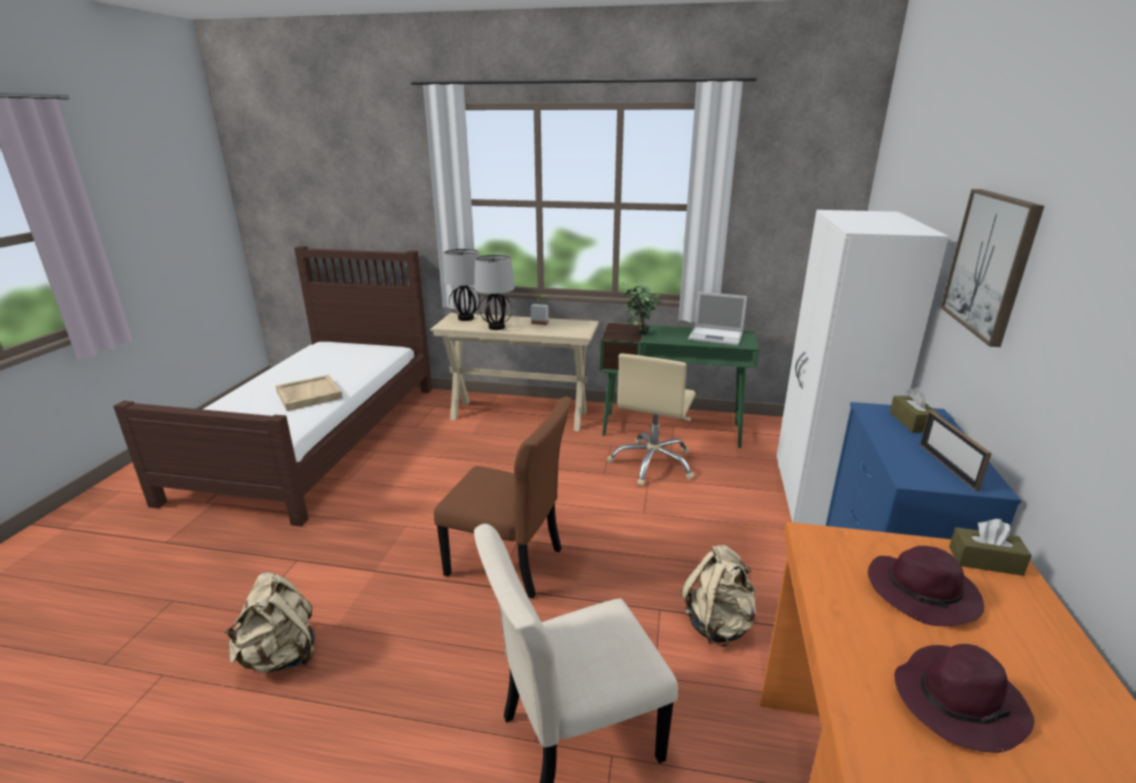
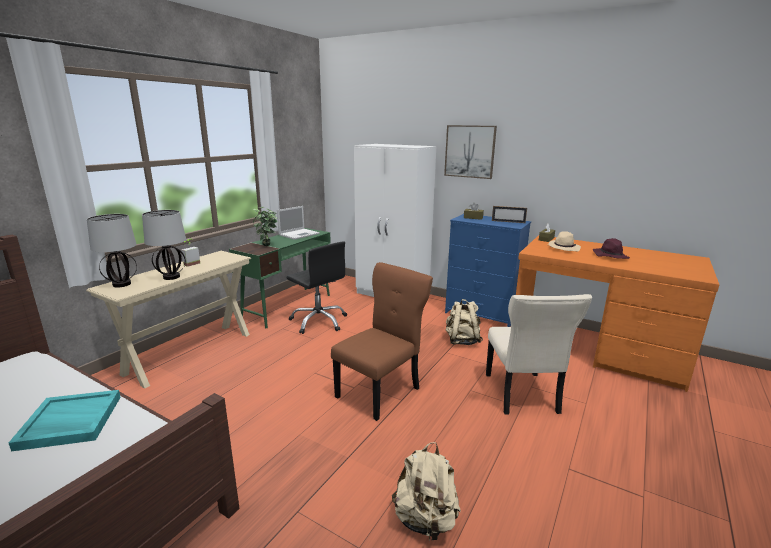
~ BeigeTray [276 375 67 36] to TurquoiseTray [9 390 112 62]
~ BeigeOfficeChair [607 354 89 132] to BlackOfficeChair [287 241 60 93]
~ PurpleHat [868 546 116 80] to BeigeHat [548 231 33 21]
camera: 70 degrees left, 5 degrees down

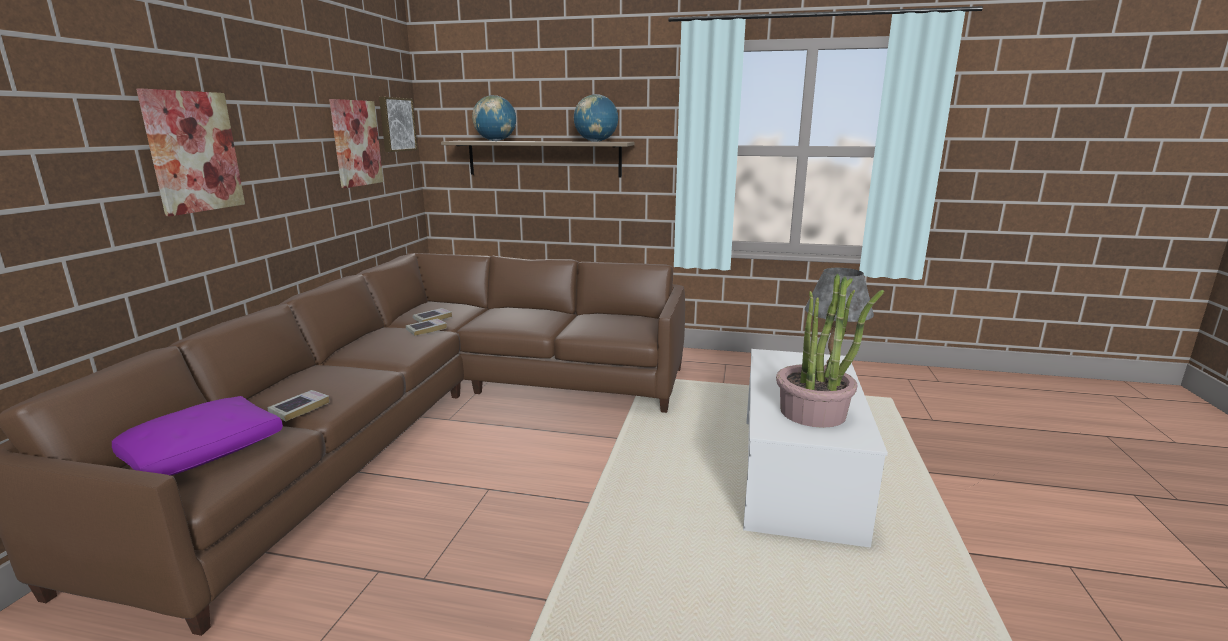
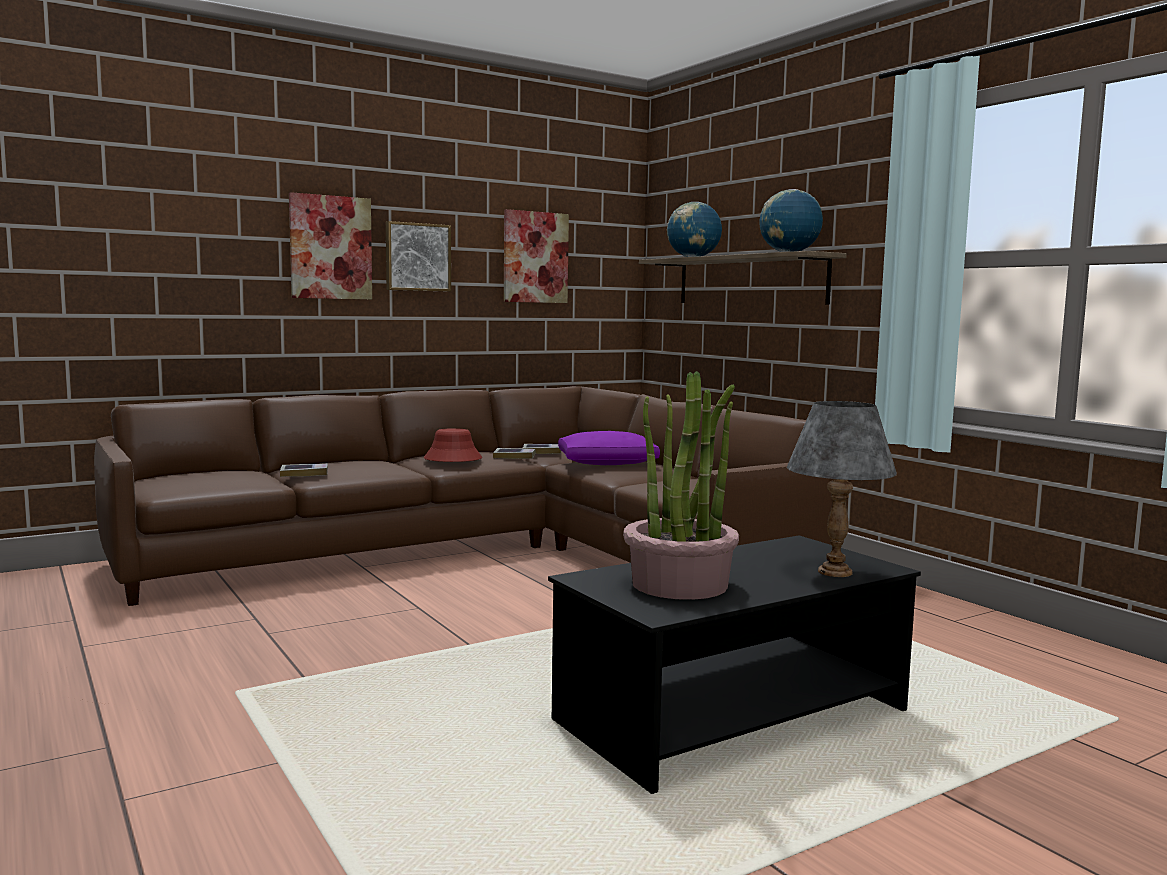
~ Picture [379 97 39 55] to [386 221 65 70]
+ RedHat [424 428 58 34]
~ WhiteCoffeeTable [743 349 145 199] to BlackCoffeeTable [548 535 373 259]
~ PurplePillow [111 396 172 80] to [558 431 102 34]
camera: 45 degrees right, 10 degrees down

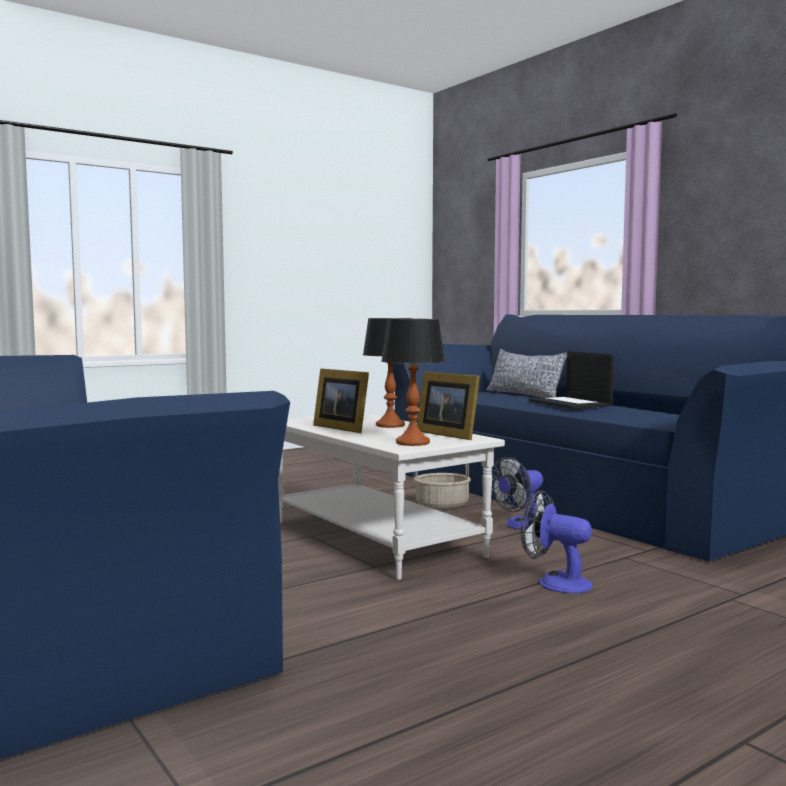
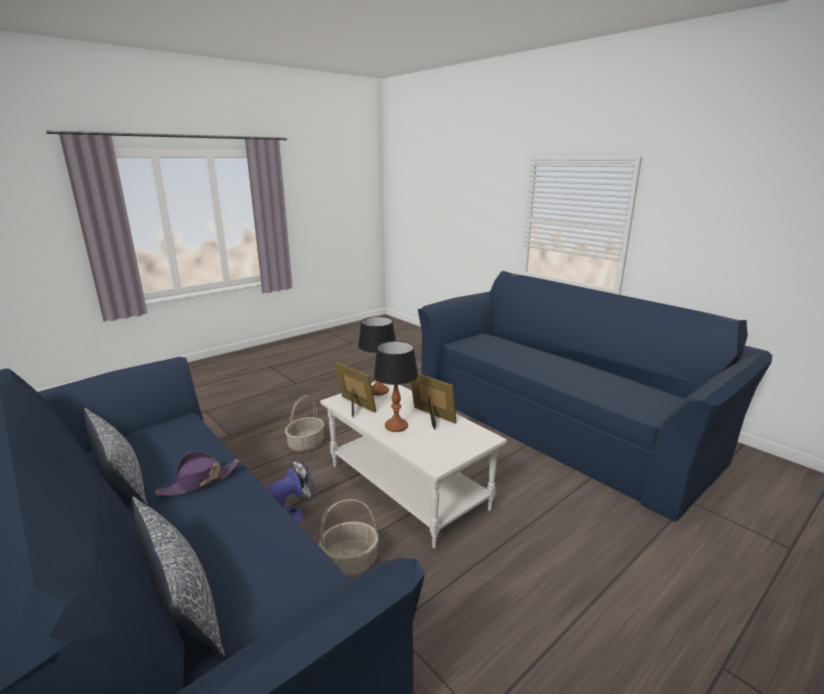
+ Pillow [84 408 63 97]
~ Laptop [529 351 85 58] to PurpleHat [155 451 84 45]
~ Fan [521 490 72 103] to Basket [285 395 39 57]
camera: 175 degrees right, 15 degrees up

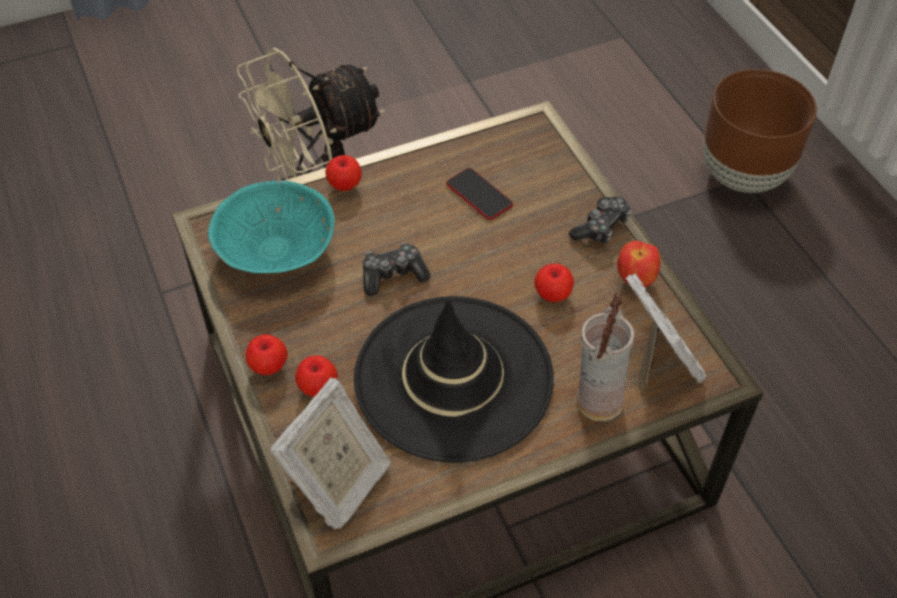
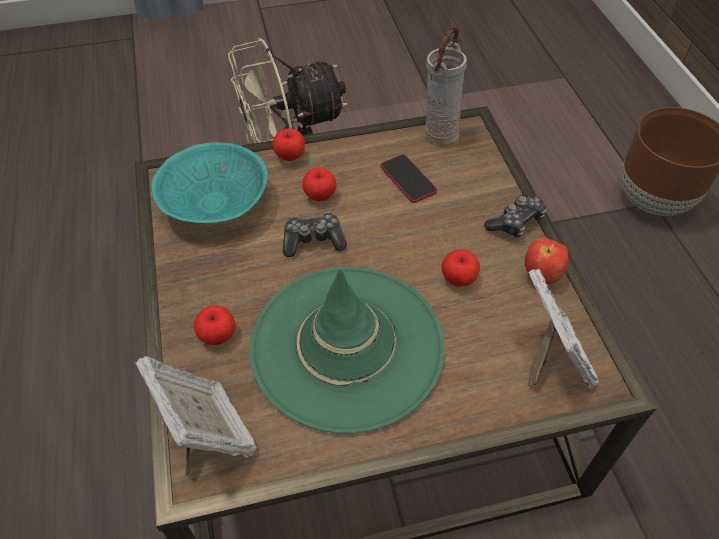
~ PictureFrame [270 377 121 152] = [135 356 122 120] 75 degrees counterclockwise
~ BlackHat [354 296 200 167] to GreenHat [249 266 196 168]
~ Apple [246 334 42 41] to [302 167 35 34]
~ Vase [577 293 57 128] to [425 24 42 120]
camera: 10 degrees right, 0 degrees up

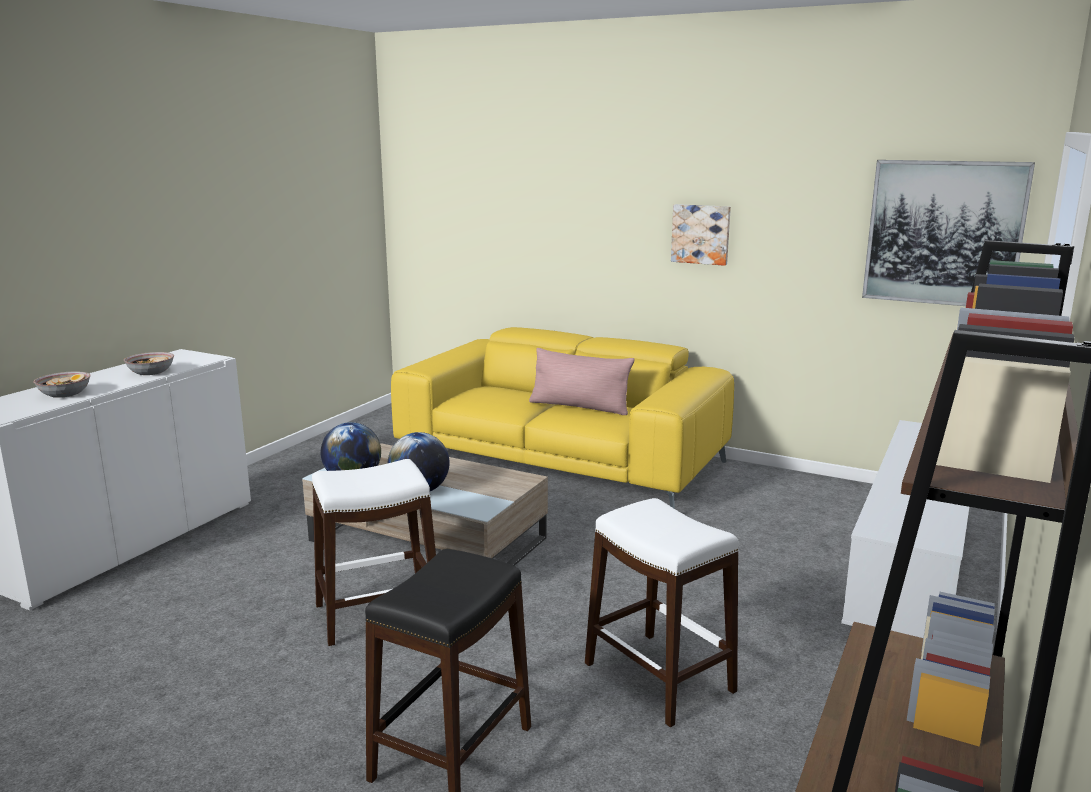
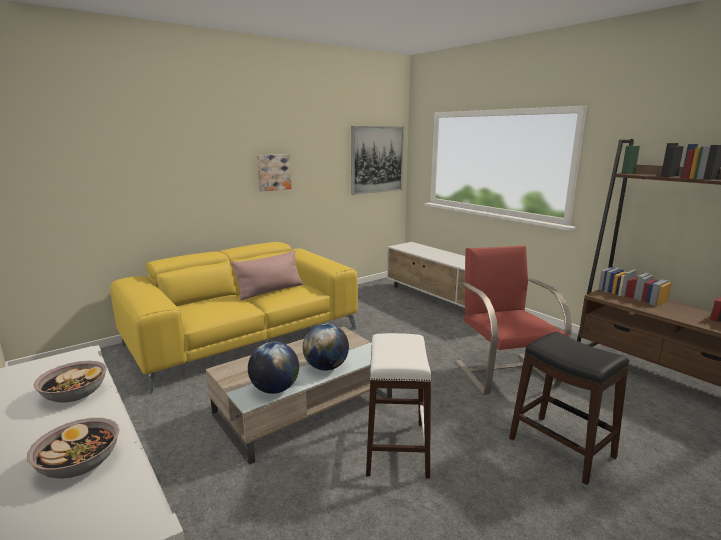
~ WhiteStool [585 498 154 229] to RedArmchair [456 245 116 150]
camera: 65 degrees left, 0 degrees up

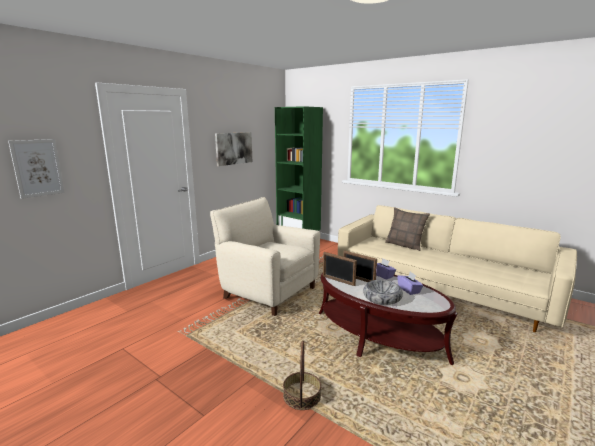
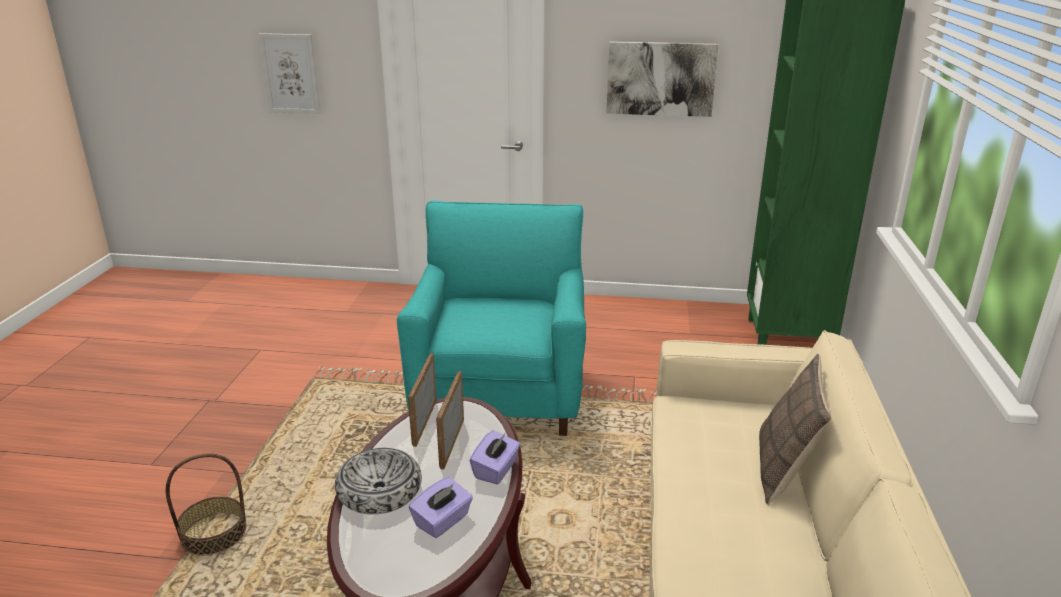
~ BeigeArmchair [210 197 110 119] to TurquoiseArmchair [397 200 189 236]
camera: 60 degrees right, 10 degrees up

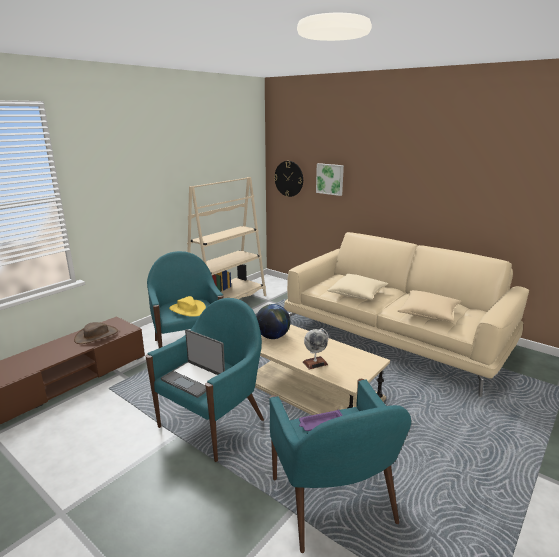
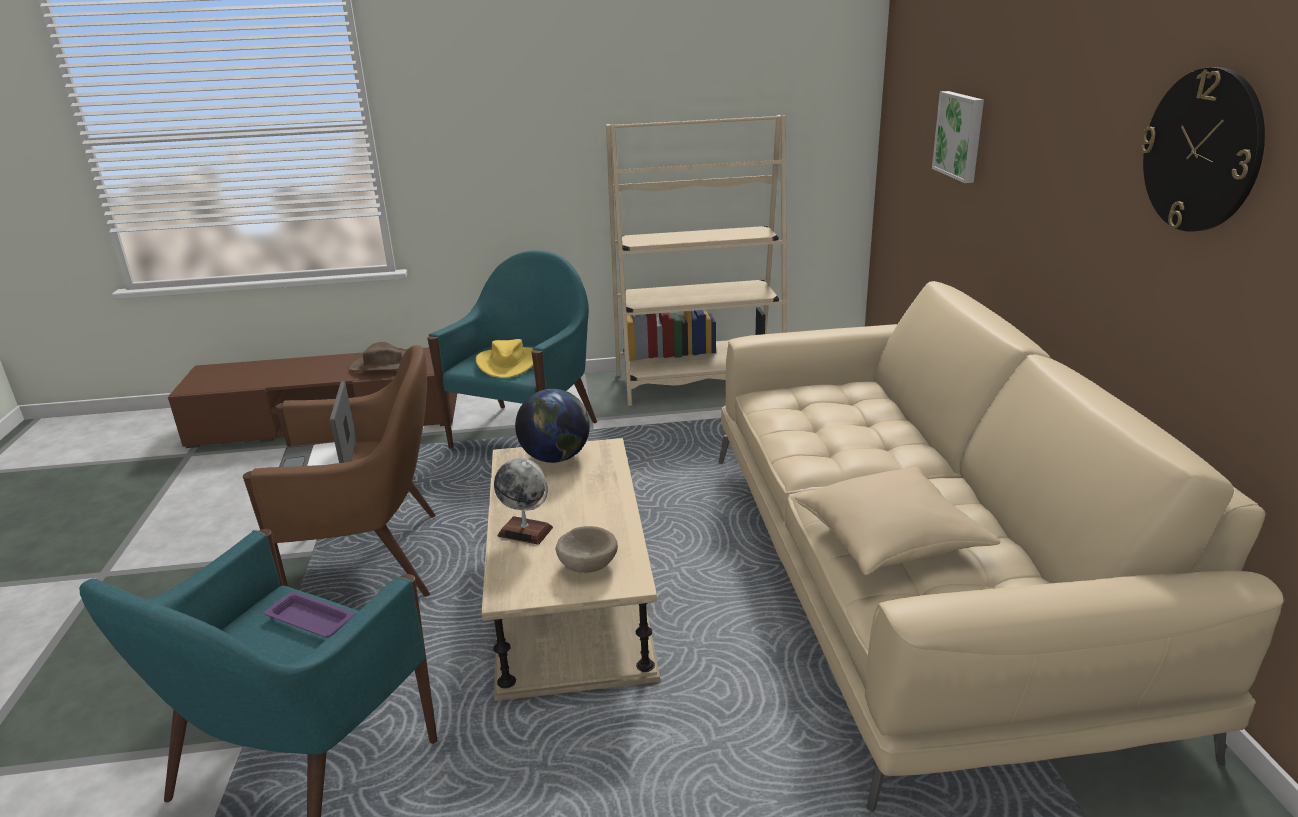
~ TurquoiseArmchair [145 298 119 164] to BrownArmchair [243 345 193 251]
+ BeigeBowl [555 526 63 47]
~ WallClock [274 161 29 36] to [1140 67 125 165]
- BeigePillow [327 274 61 26]
camera: 45 degrees right, 5 degrees up

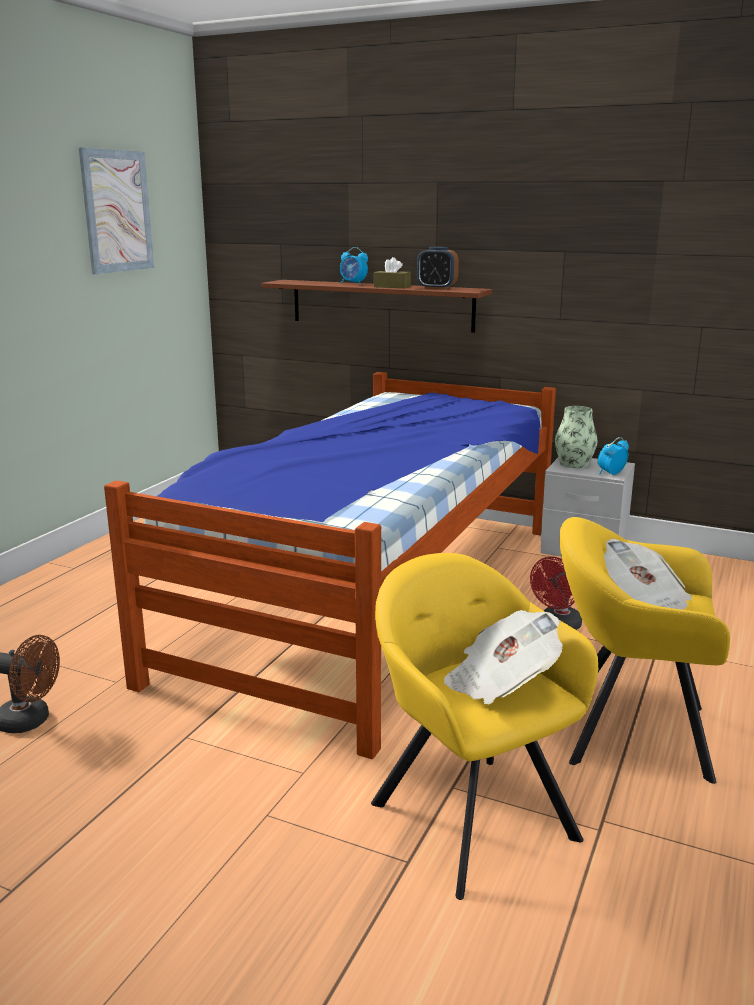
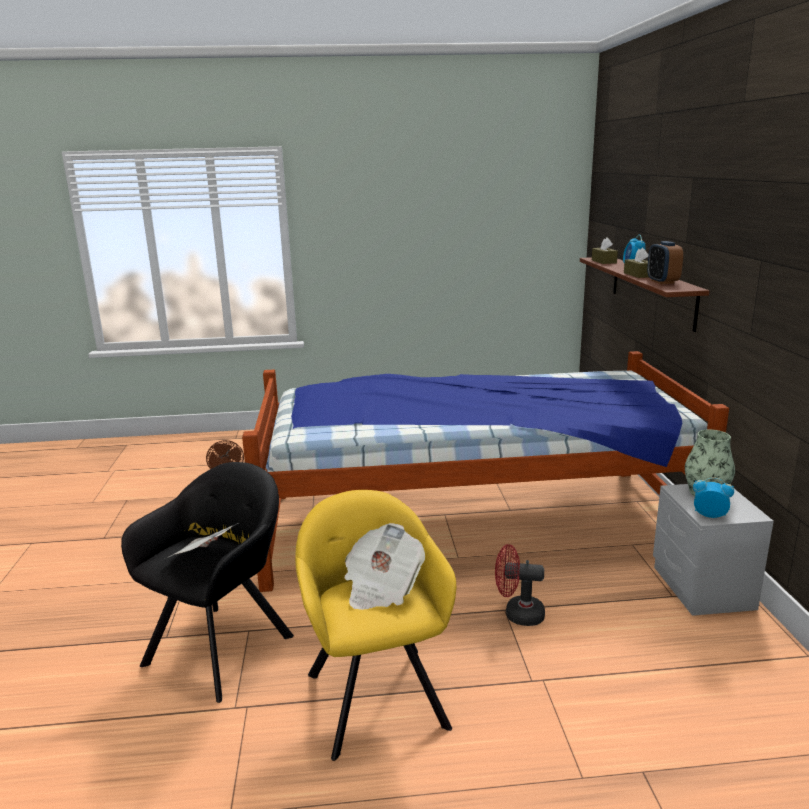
~ YellowArmchair [371 553 227 347] to BlackArmchair [121 462 173 241]
+ BrownTissueBox [592 238 26 26]
- Picture [79 148 75 126]
camera: 60 degrees right, 0 degrees up

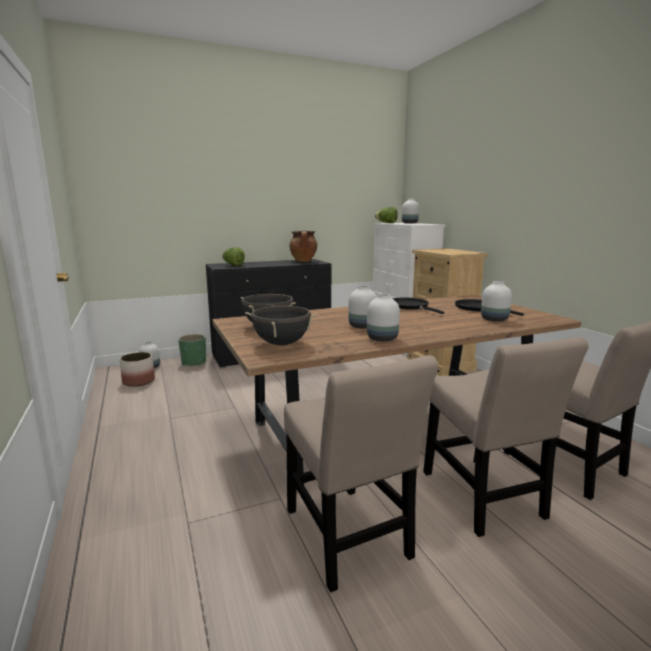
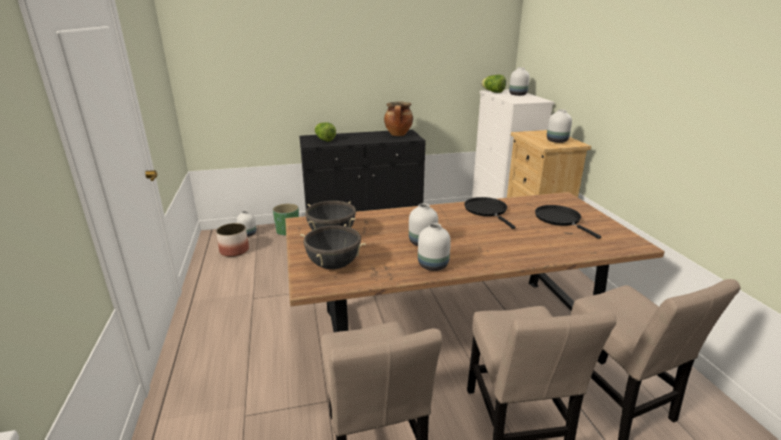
~ WhiteVase [481 281 31 41] to [547 109 25 34]
camera: 10 degrees right, 10 degrees up

